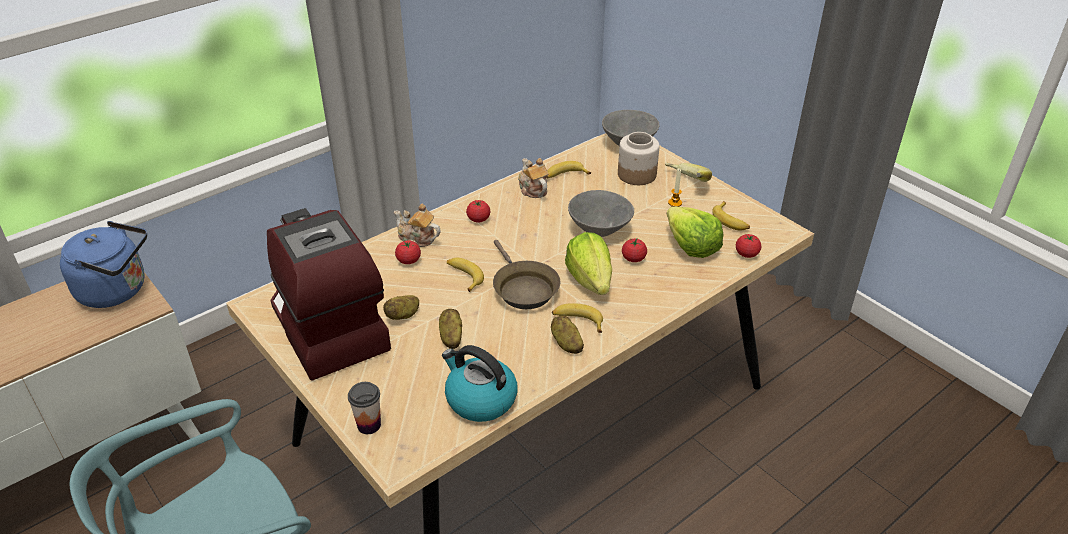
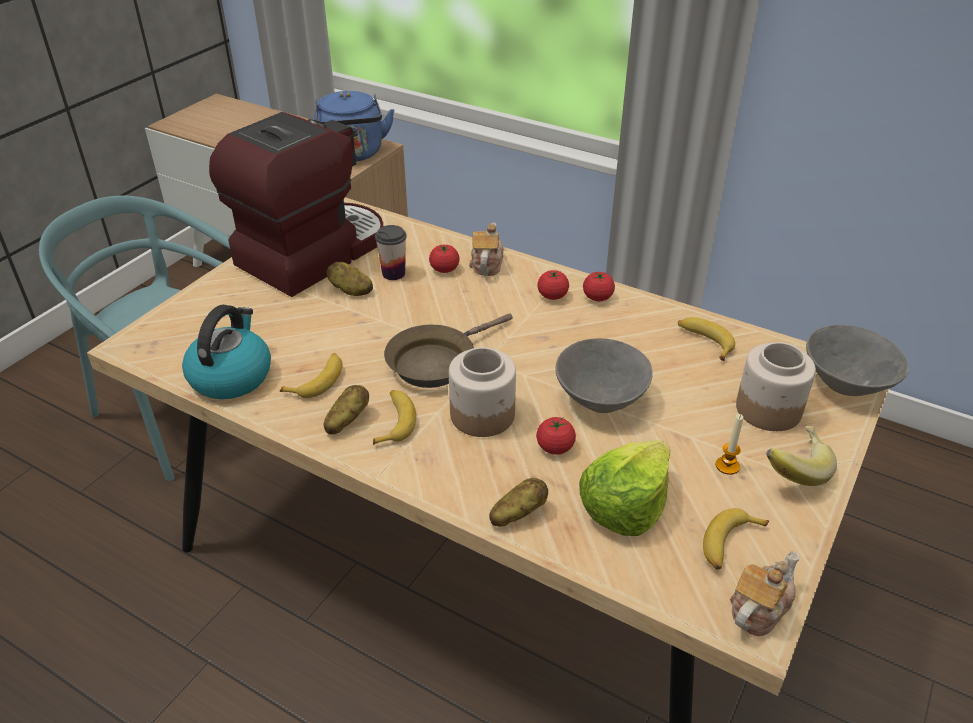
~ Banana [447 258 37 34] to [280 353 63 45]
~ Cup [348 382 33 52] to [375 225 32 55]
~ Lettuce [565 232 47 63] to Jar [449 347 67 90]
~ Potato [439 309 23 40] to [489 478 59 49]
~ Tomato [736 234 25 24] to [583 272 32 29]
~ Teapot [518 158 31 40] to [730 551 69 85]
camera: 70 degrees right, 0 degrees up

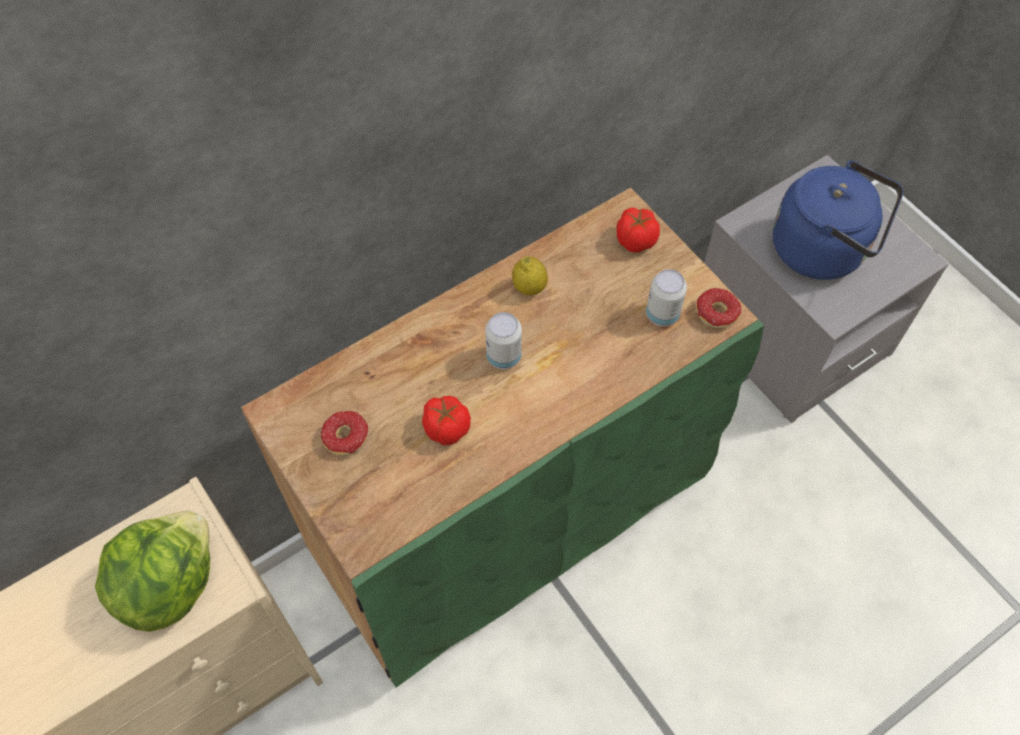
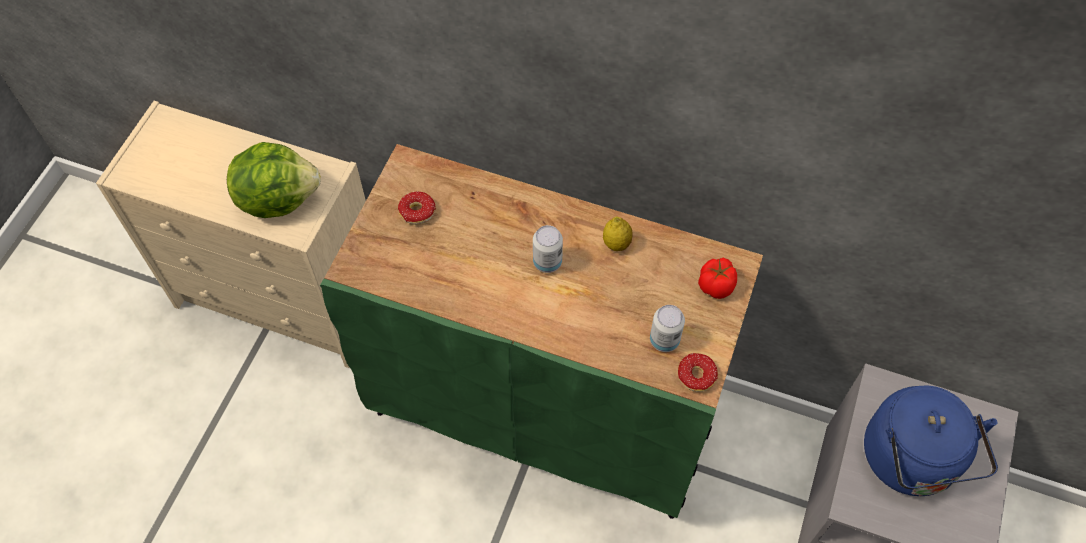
- Tomato [422 396 49 49]
camera: 55 degrees right, 0 degrees up

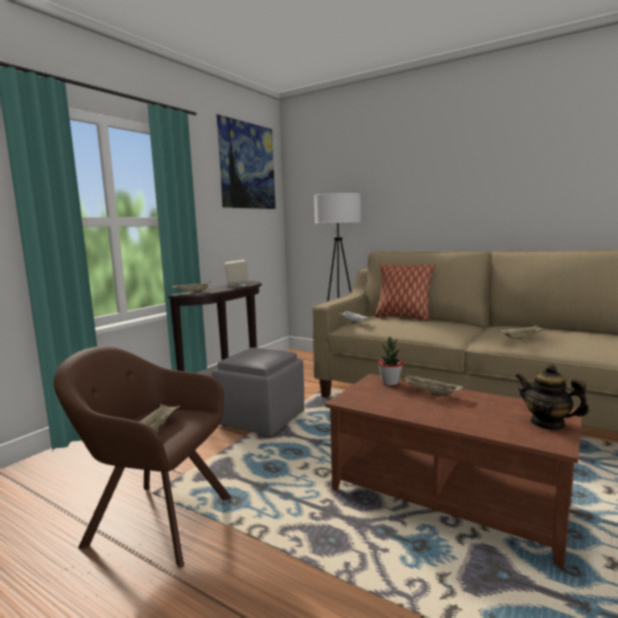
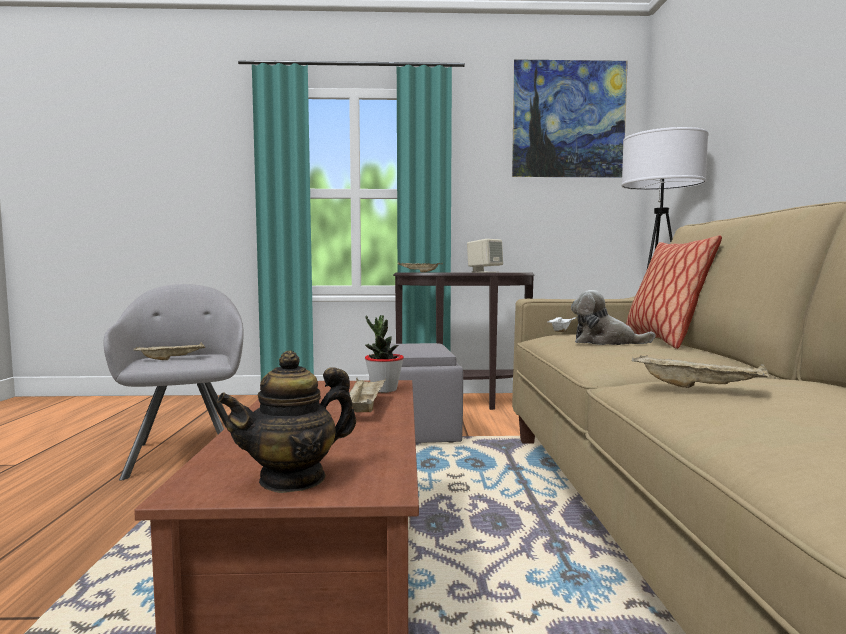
~ BrownArmchair [54 346 177 222] to GreyArmchair [104 284 140 197]
~ Teapot [515 364 74 66] = [217 350 139 143] 135 degrees counterclockwise
+ PlushToy [571 290 84 55]
camera: 55 degrees right, 5 degrees down

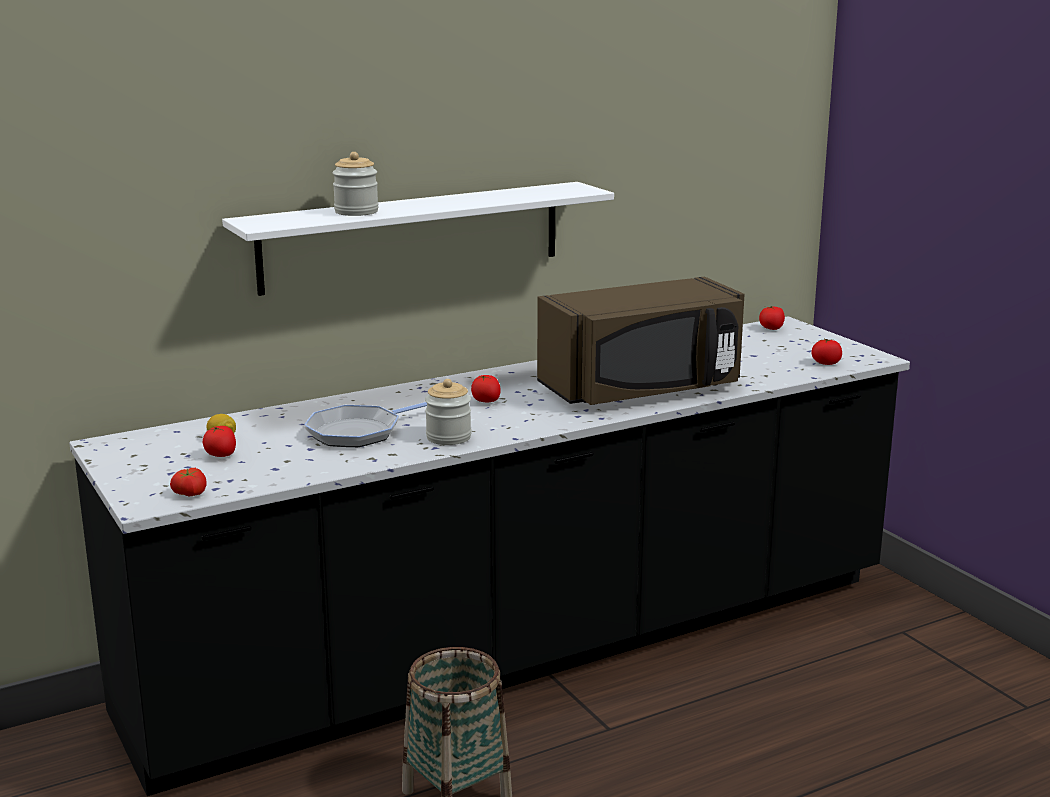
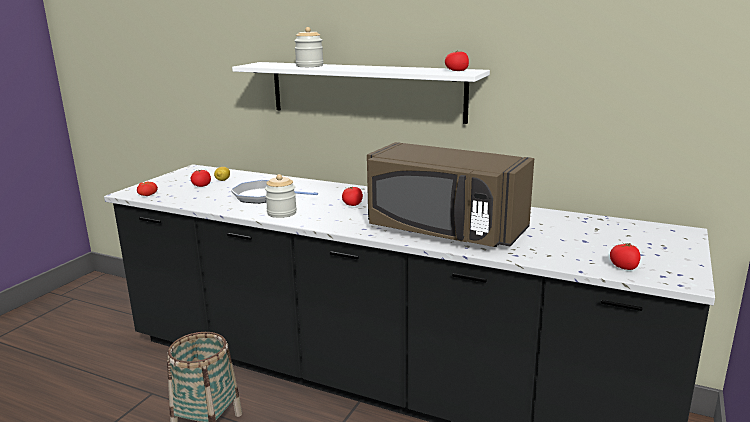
~ Tomato [759 306 26 24] to [445 51 24 20]
camera: 55 degrees right, 0 degrees up

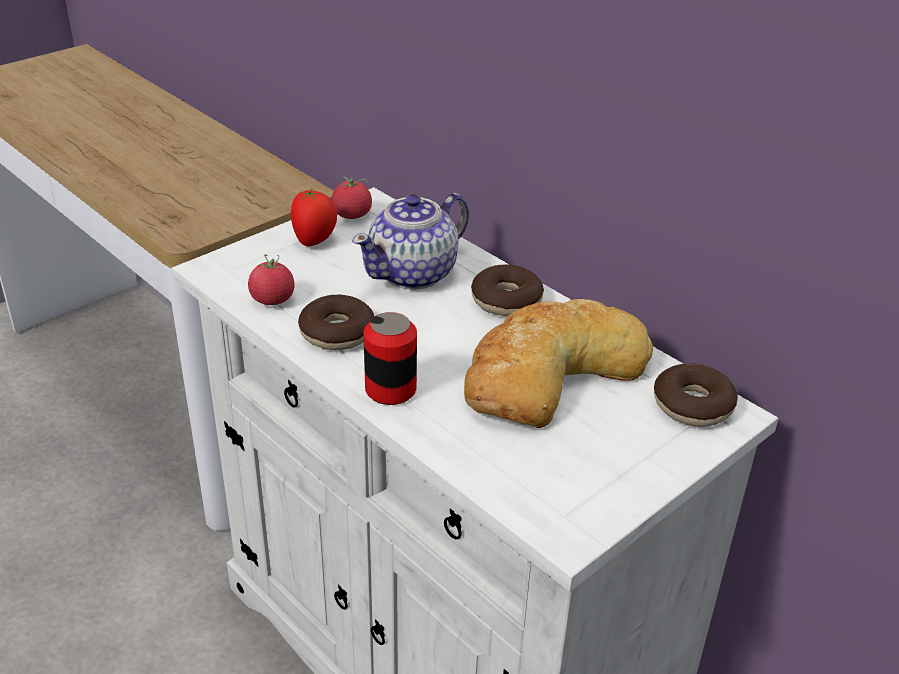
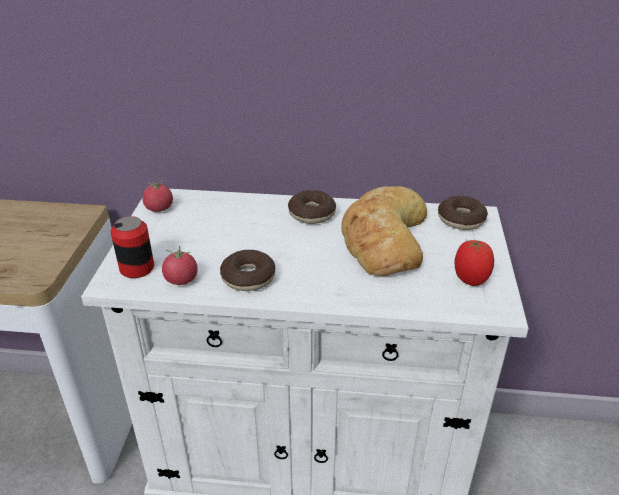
~ Can [364 312 53 93] to [111 216 43 62]
~ Tomato [291 189 46 58] to [454 240 40 46]
- Teapot [352 193 117 97]
camera: 40 degrees left, 0 degrees up

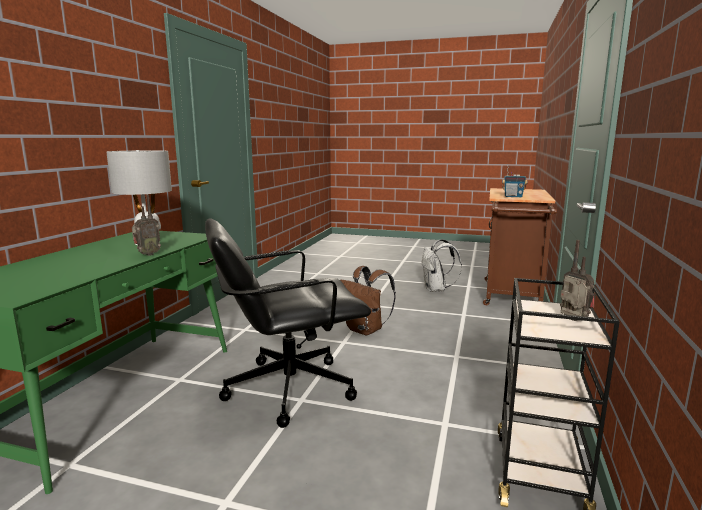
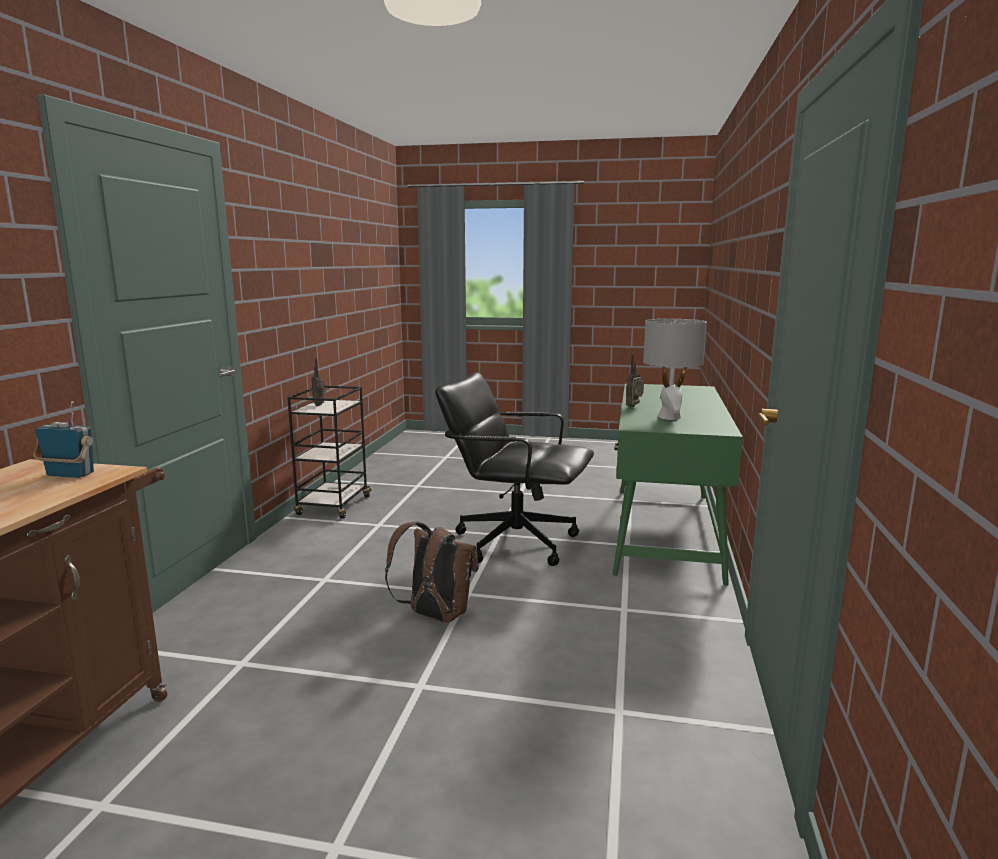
~ BlackOfficeChair [205 218 166 210] = [435 372 159 194] 135 degrees counterclockwise
- WhiteBackpack [422 239 40 53]
camera: 175 degrees right, 0 degrees up

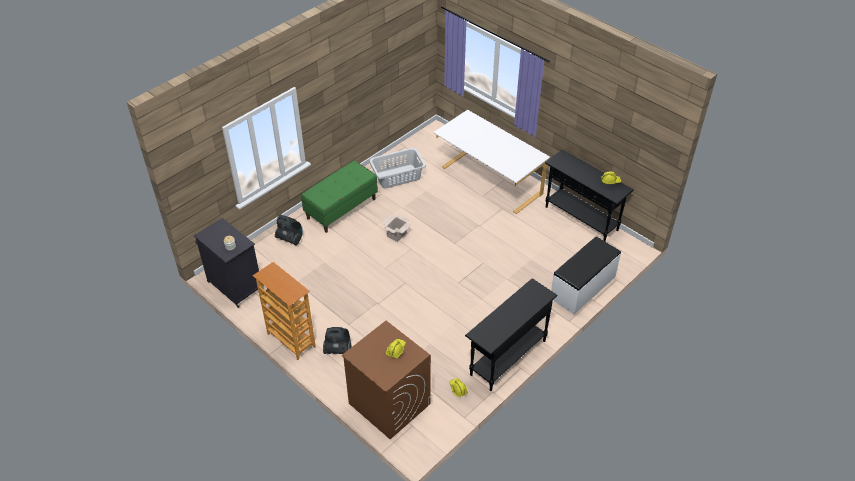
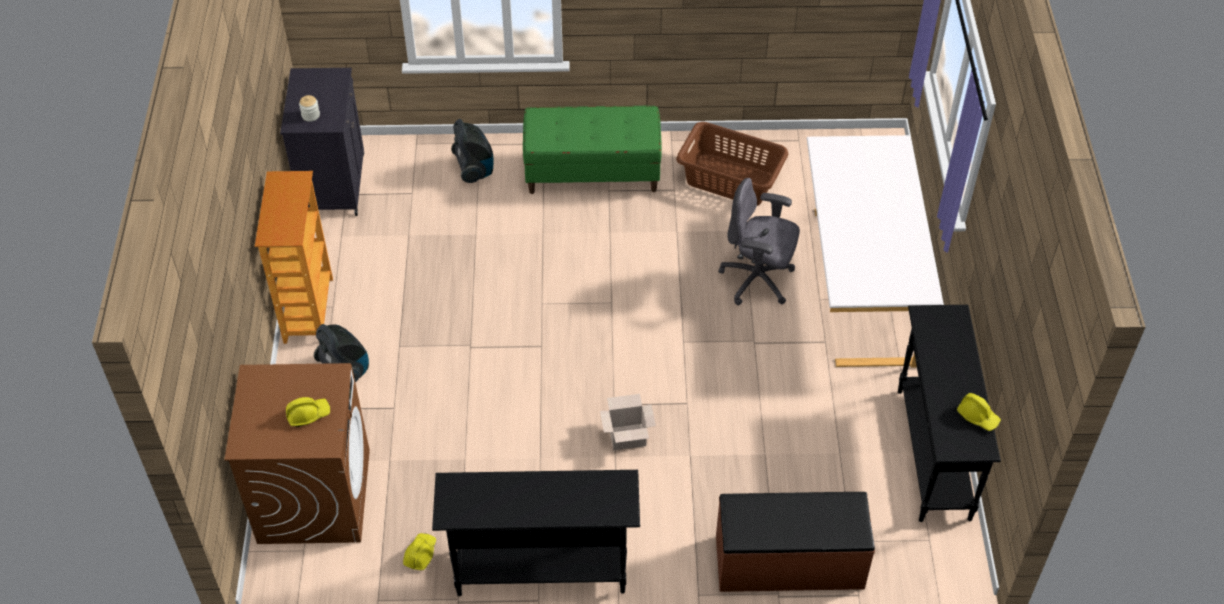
~ CardboardBox [382 214 30 28] to [600 394 56 56]
~ GreyLaundryBasket [369 148 57 41] to BrownLaundryBasket [676 122 112 84]
~ WhiteBench [551 236 70 79] to BrownBench [716 492 159 100]
+ GreyOfficeChair [718 178 82 127]
camera: 45 degrees right, 5 degrees up

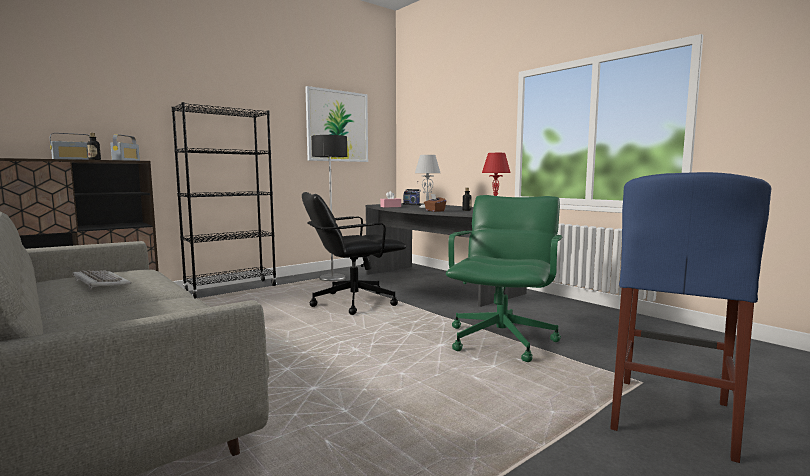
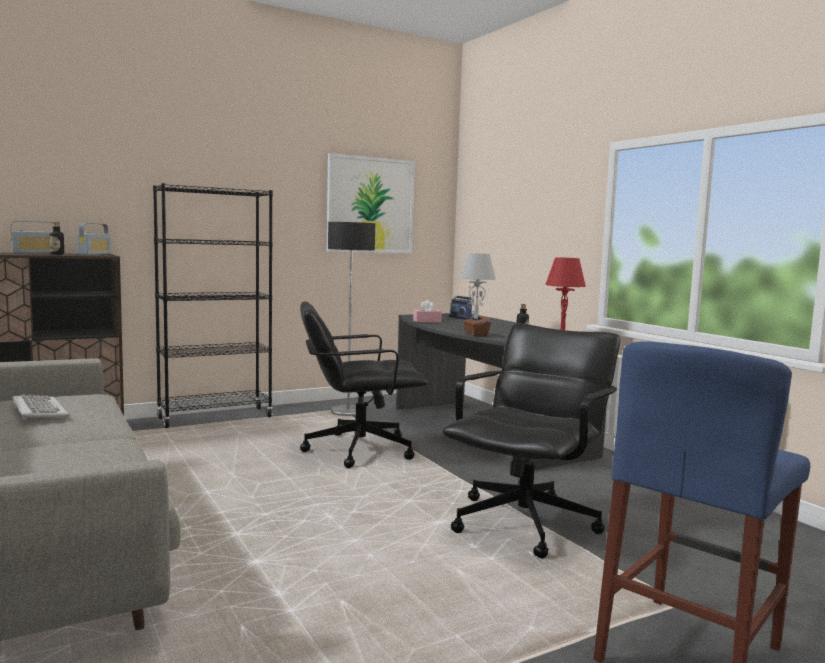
~ GreenOfficeChair [446 195 116 167] to BlackOfficeChair [442 324 178 234]
camera: 10 degrees right, 0 degrees up

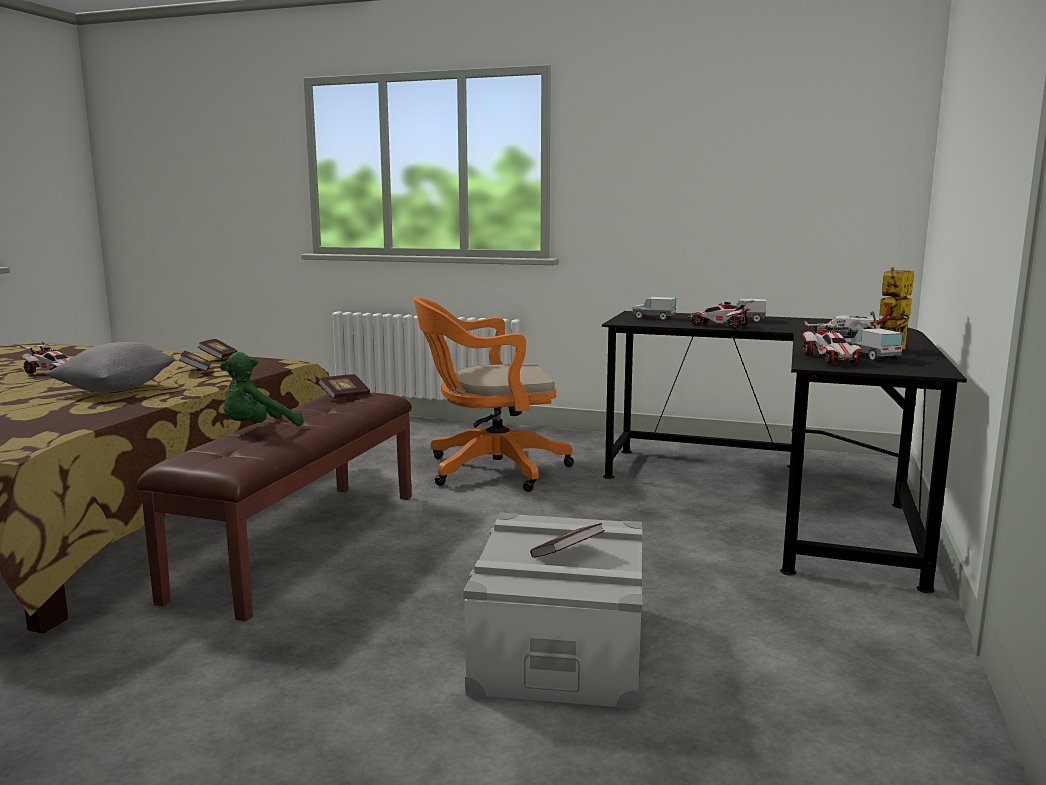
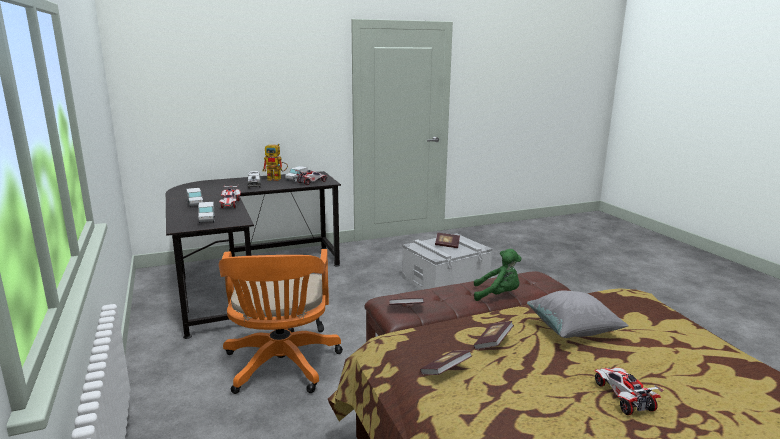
~ OrangeOfficeChair [414 297 160 195] = [219 249 124 145] 45 degrees clockwise
camera: 130 degrees left, 5 degrees up

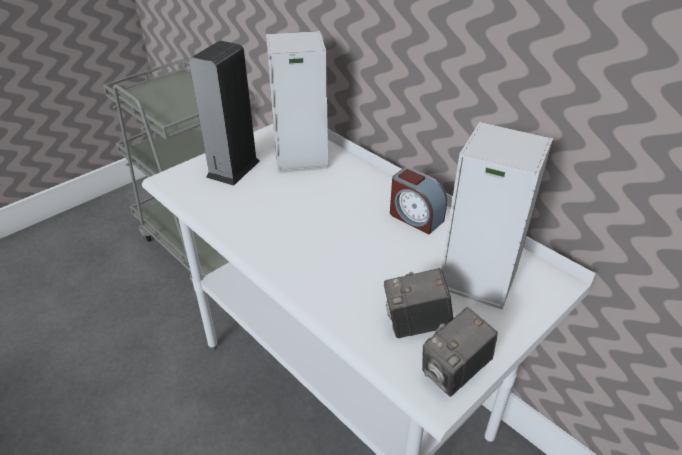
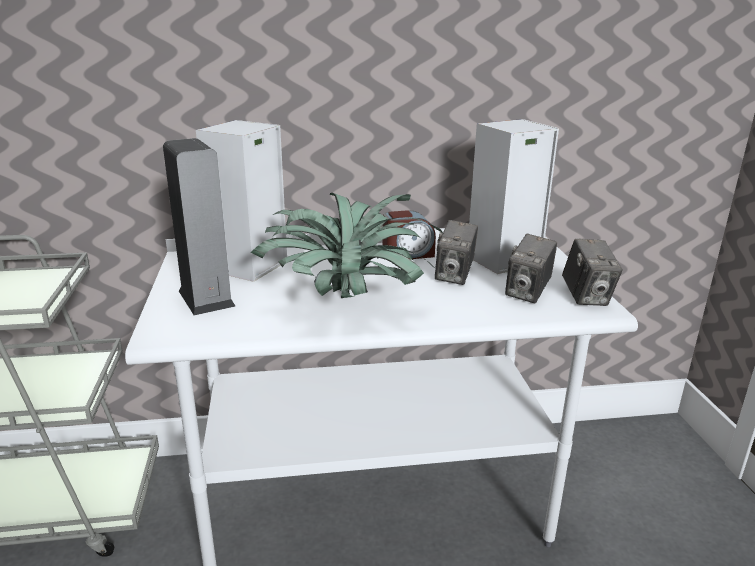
+ PottedPlant [251 193 193 105]
+ PhotoCamera [435 220 43 65]
camera: 55 degrees left, 15 degrees down

